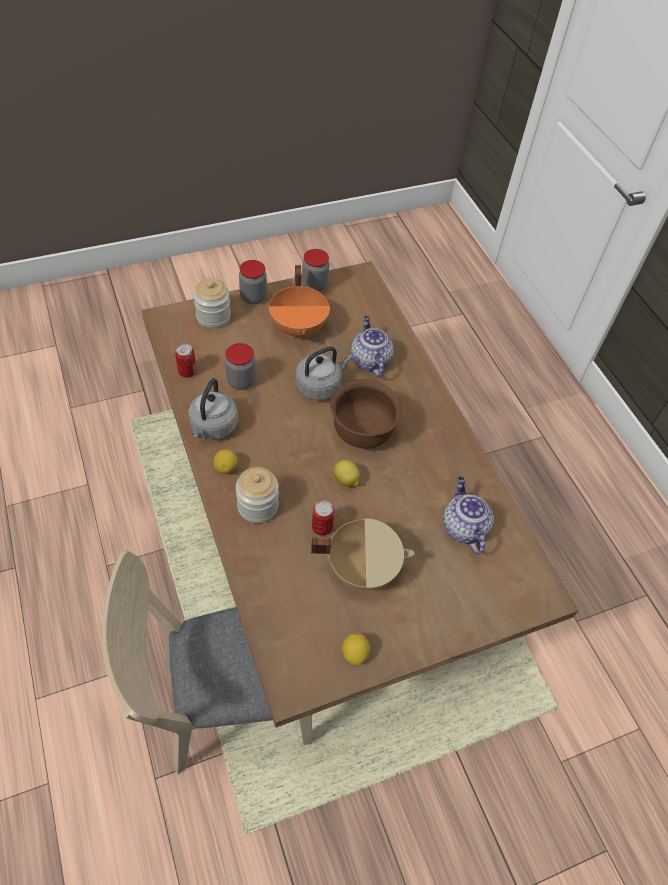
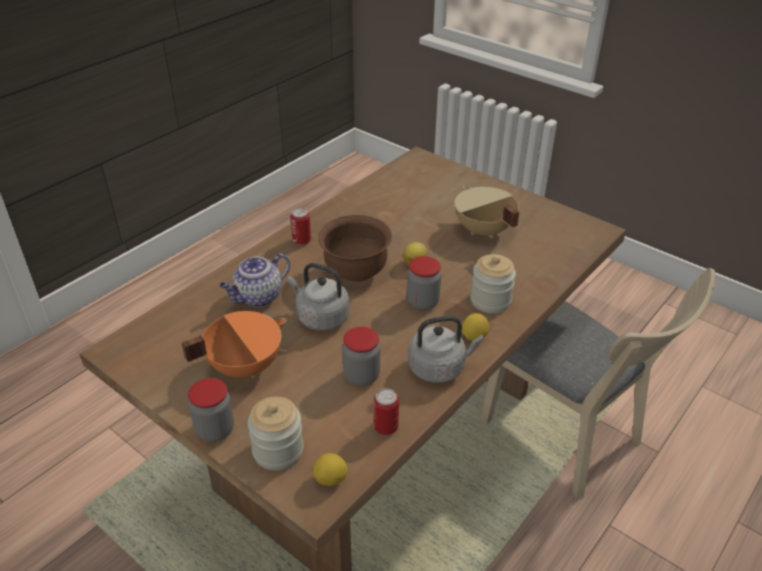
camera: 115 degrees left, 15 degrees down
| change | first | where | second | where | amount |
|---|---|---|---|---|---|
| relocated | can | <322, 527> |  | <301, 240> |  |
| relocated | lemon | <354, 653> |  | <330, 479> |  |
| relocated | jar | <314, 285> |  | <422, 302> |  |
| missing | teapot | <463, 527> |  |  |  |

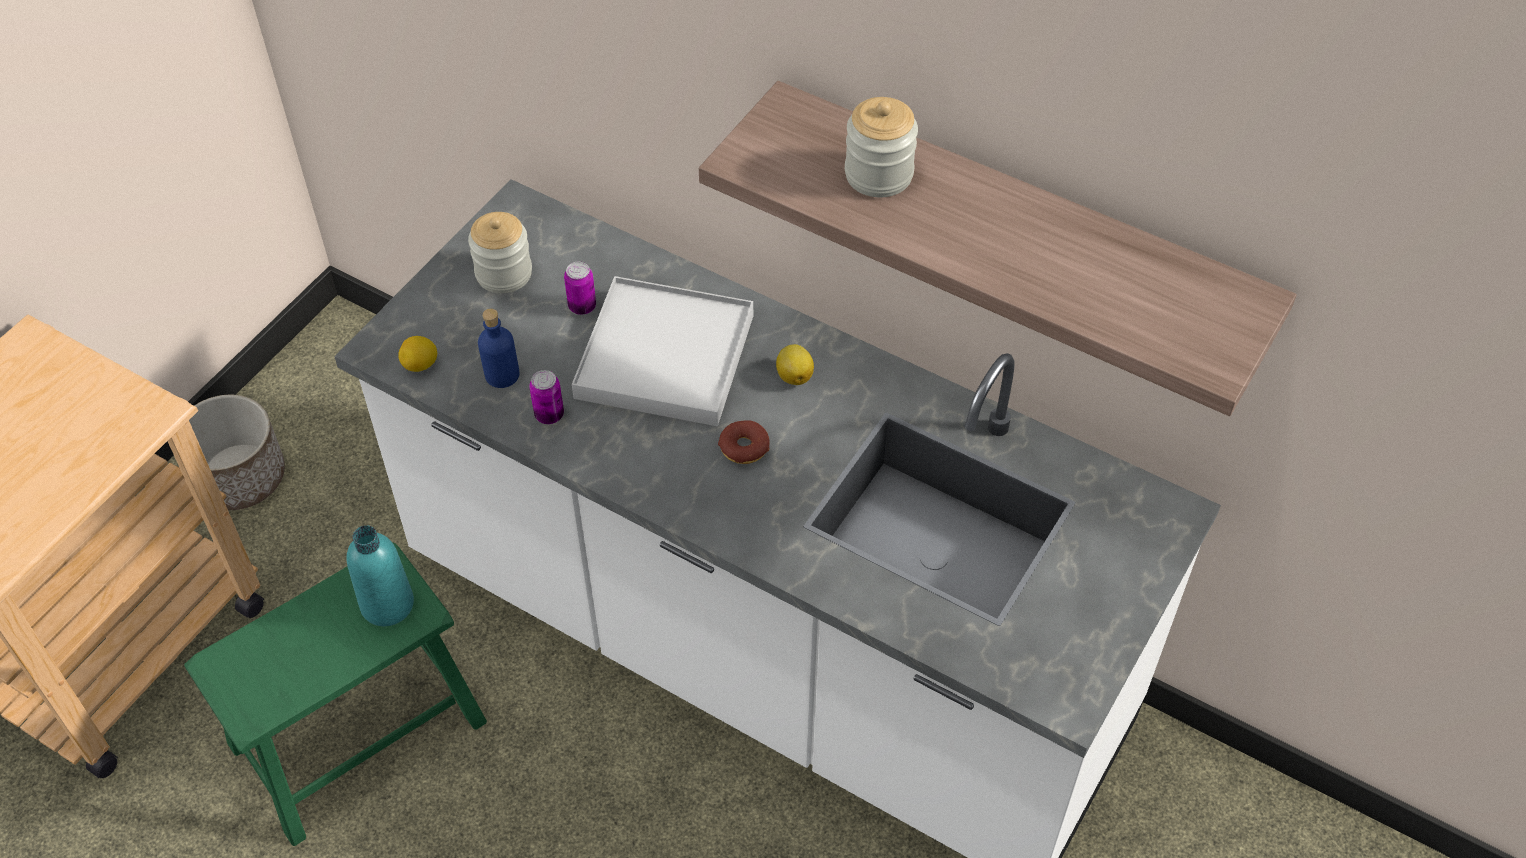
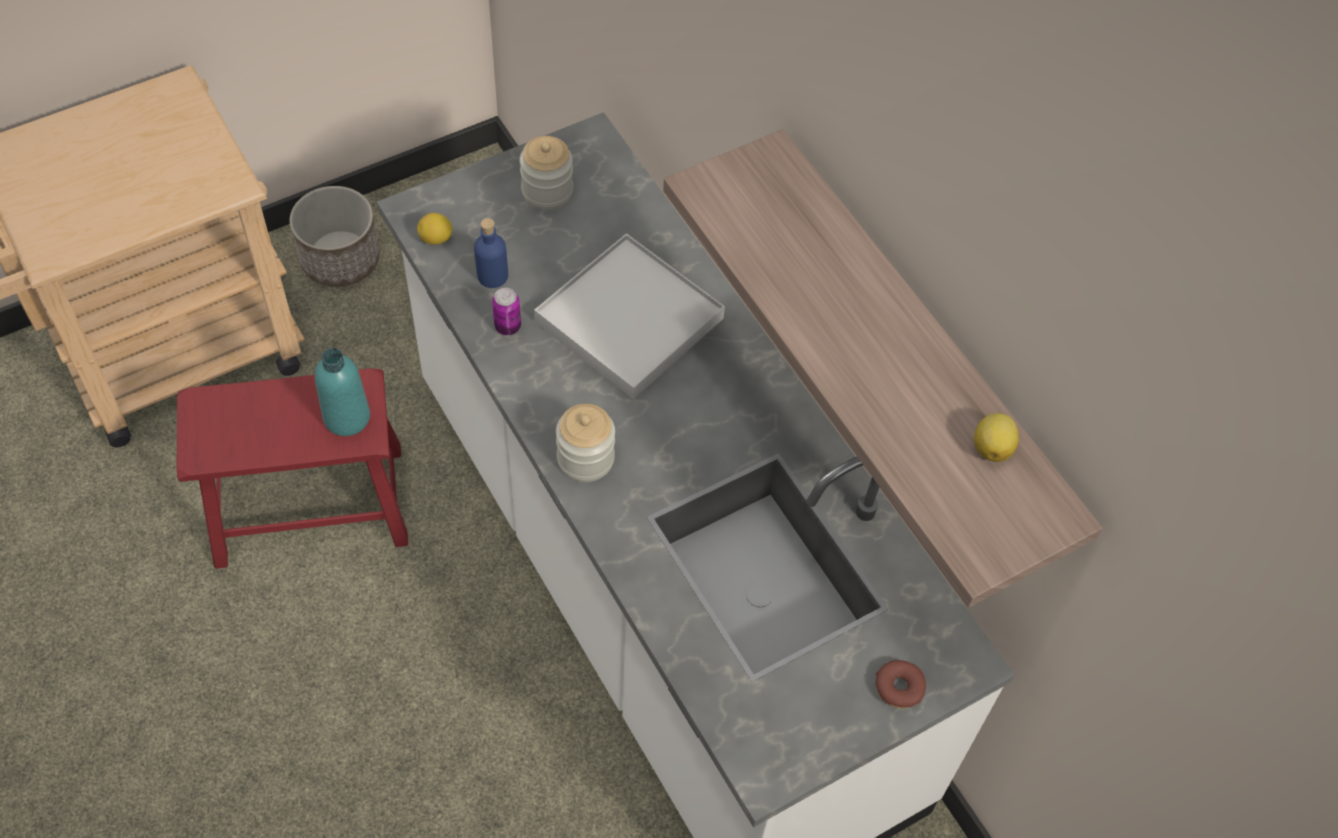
camera: 25 degrees right, 5 degrees up
| change | first | where | second | where | amount |
|---|---|---|---|---|---|
| colour | green stool | <357, 732> | red stool | <309, 504> |  |
| relocated | jar | <878, 174> |  | <585, 458> |  |
| relocated | donut | <744, 447> |  | <898, 687> |  |
| relocated | lemon | <794, 375> |  | <992, 447> |  |
| missing | can | <582, 306> |  |  |  |

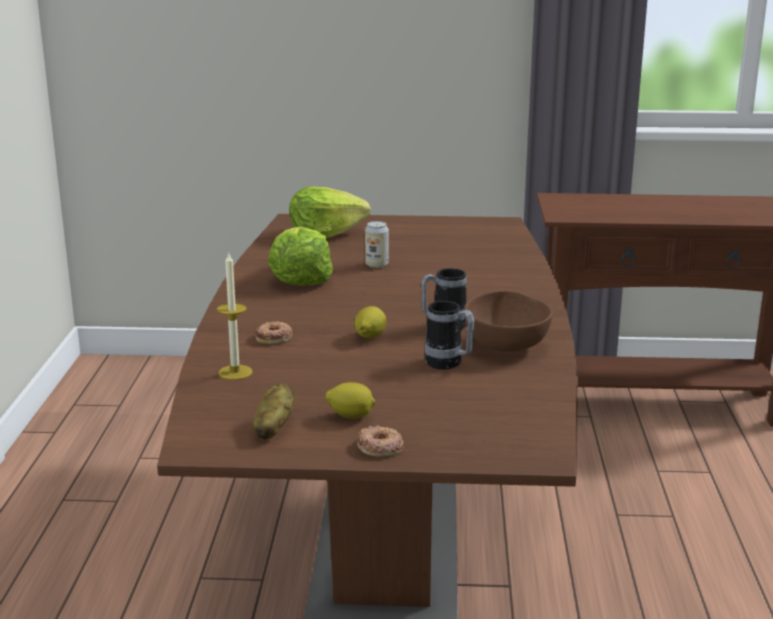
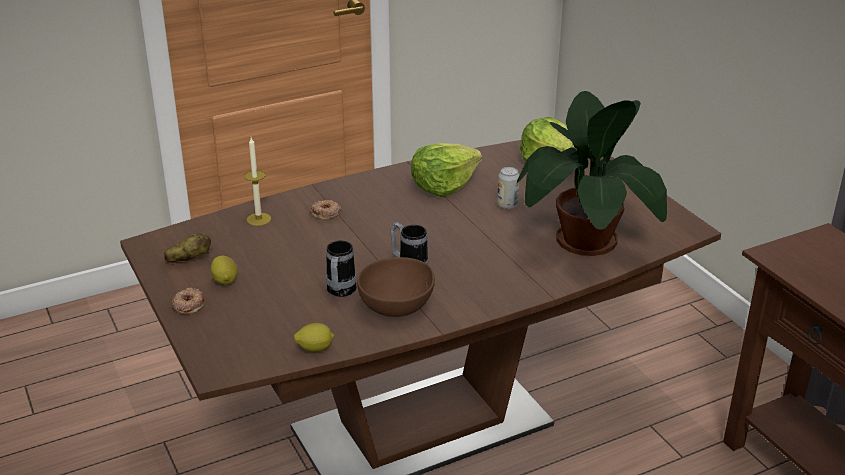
camera: 60 degrees right, 10 degrees up
| change | first | where | second | where | amount |
|---|---|---|---|---|---|
| relocated | lemon | <369, 337> |  | <315, 349> |  |
| appeared |  |  | potted plant | <586, 242> |  |

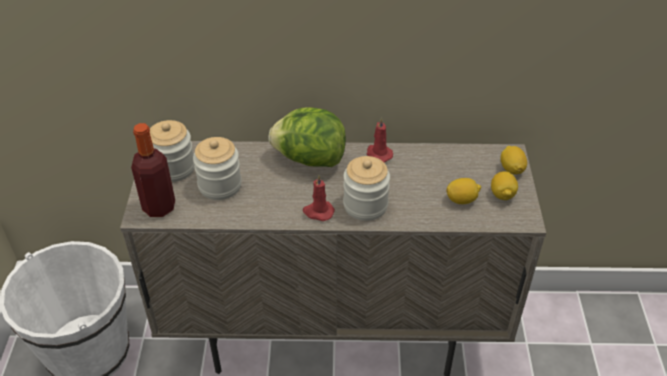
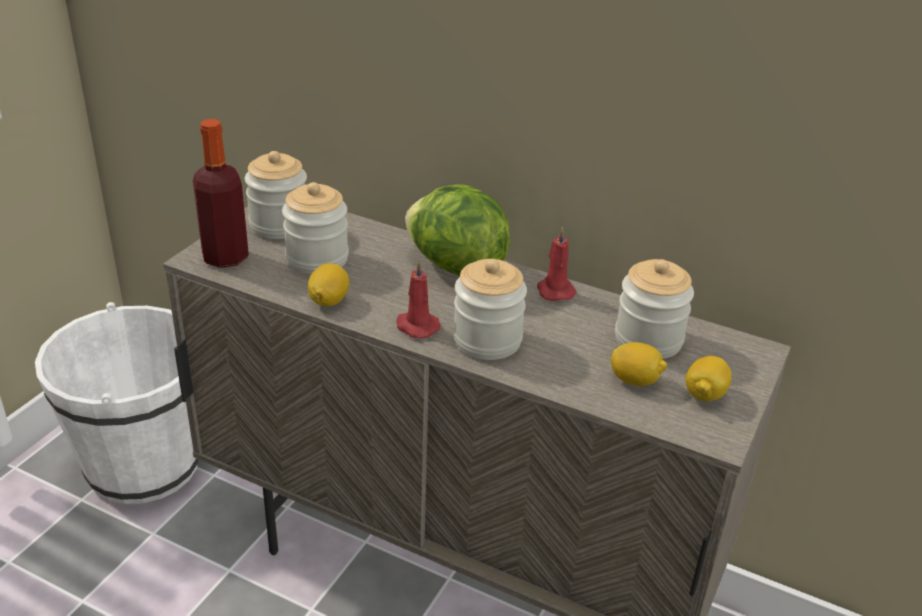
camera: 25 degrees right, 10 degrees down
| change | first | where | second | where | amount |
|---|---|---|---|---|---|
| relocated | lemon | <511, 169> |  | <329, 300> |  |
| appeared |  |  | jar | <648, 340> |  |

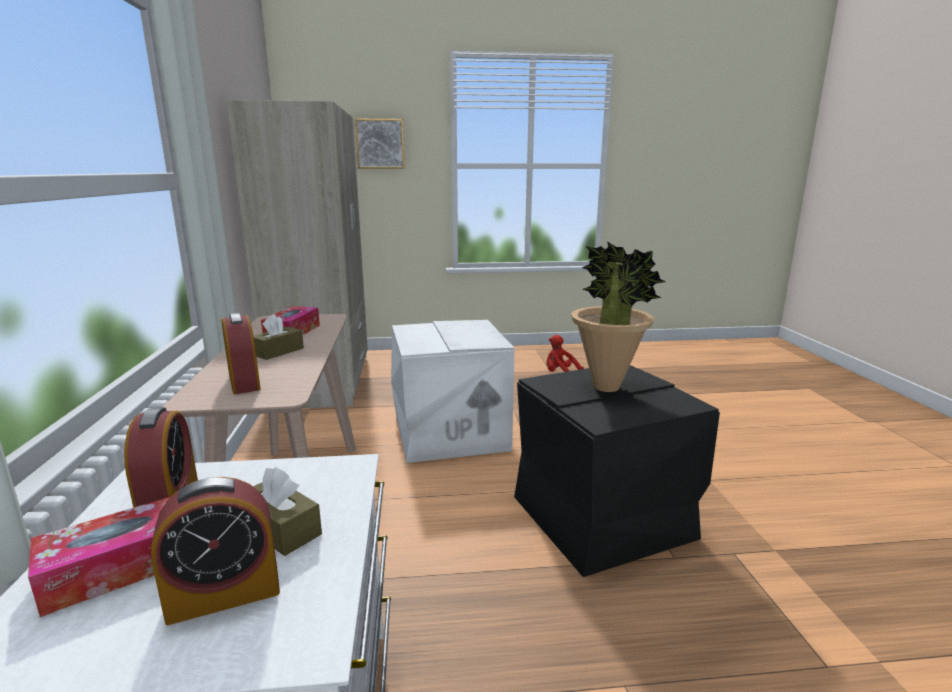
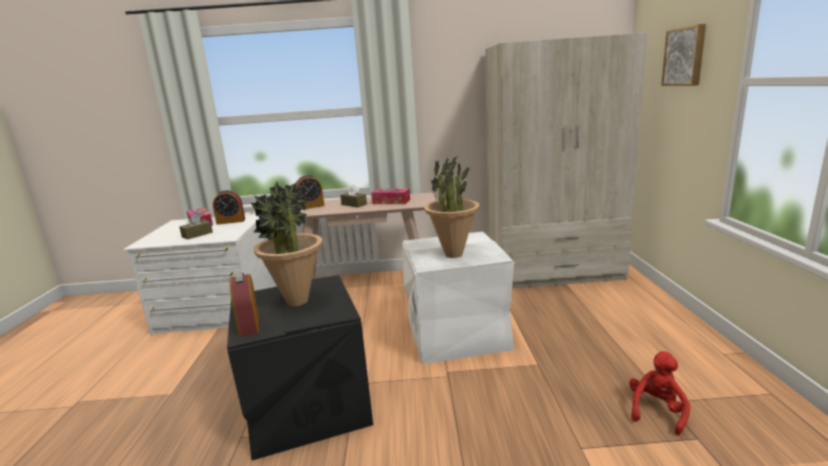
camera: 95 degrees right, 0 degrees up
| change | first | where | second | where | amount |
|---|---|---|---|---|---|
| relocated | alarm clock | <224, 594> |  | <249, 324> |  |
| appeared |  |  | potted plant | <453, 254> |  |

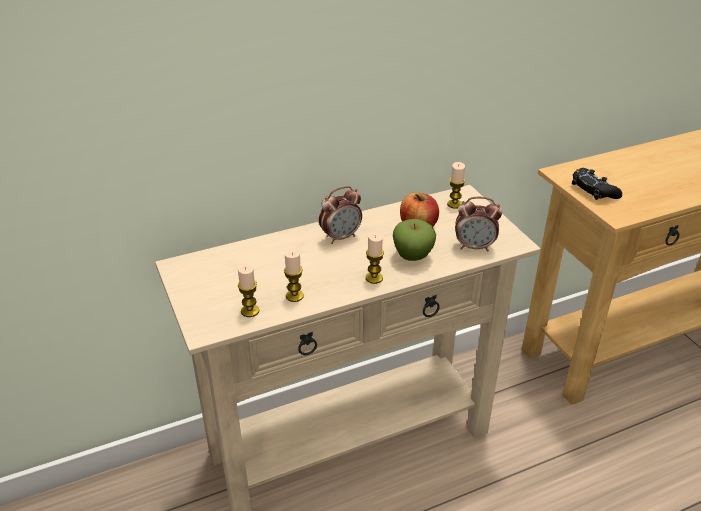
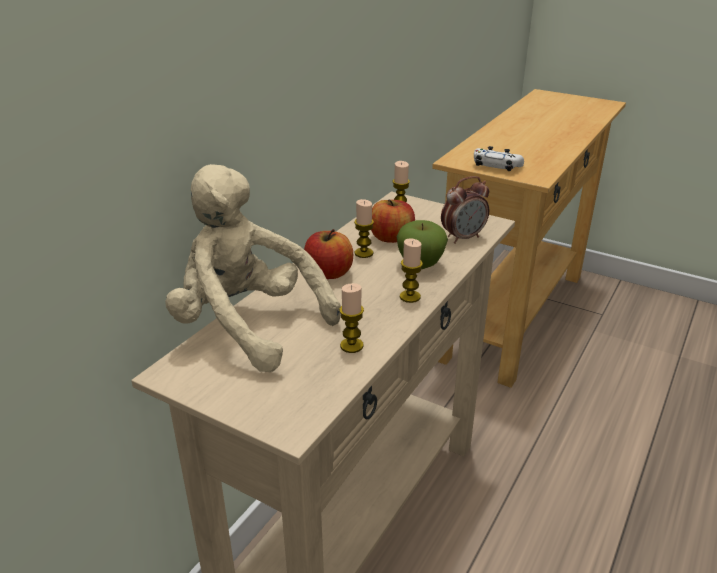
camera: 35 degrees left, 5 degrees down
| change | first | where | second | where | amount |
|---|---|---|---|---|---|
| appeared |  |  | beige plush toy | <247, 325> |  |
| exchanged | alarm clock | <341, 237> | apple | <329, 273> |  |
| relocated | candle | <250, 311> |  | <363, 253> |  |
| colour | black game controller | <594, 190> | white game controller | <496, 166> |  |

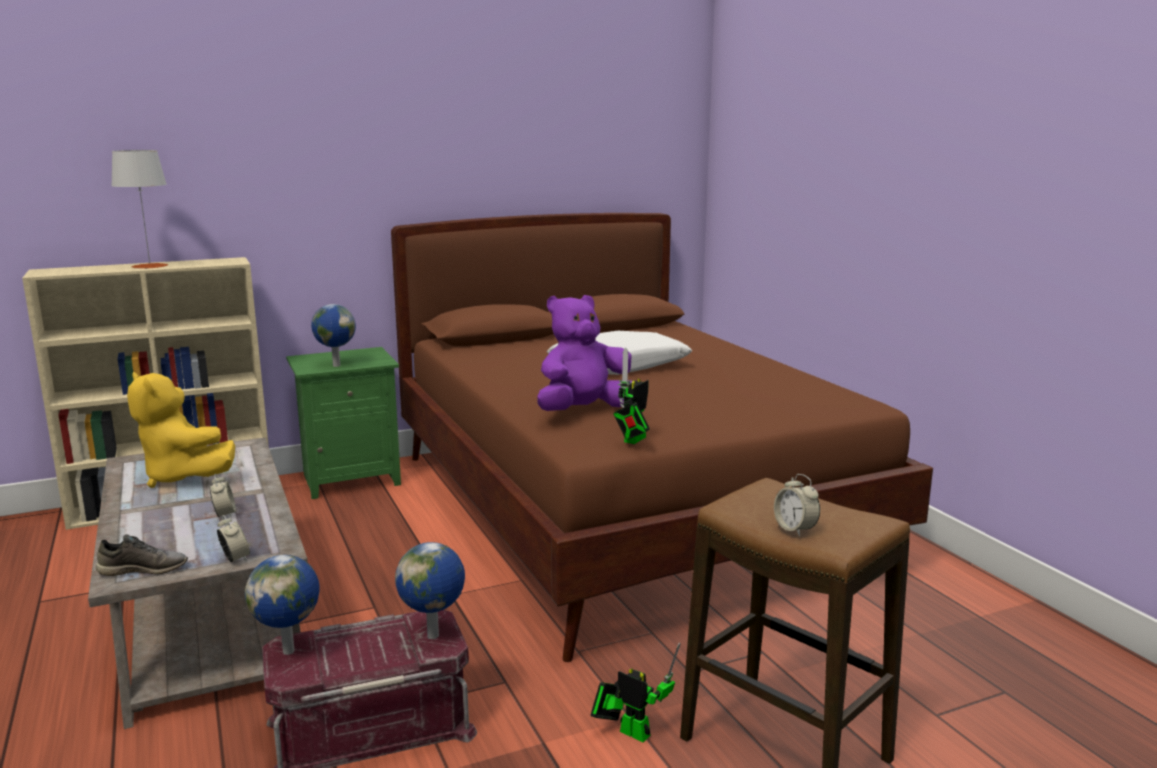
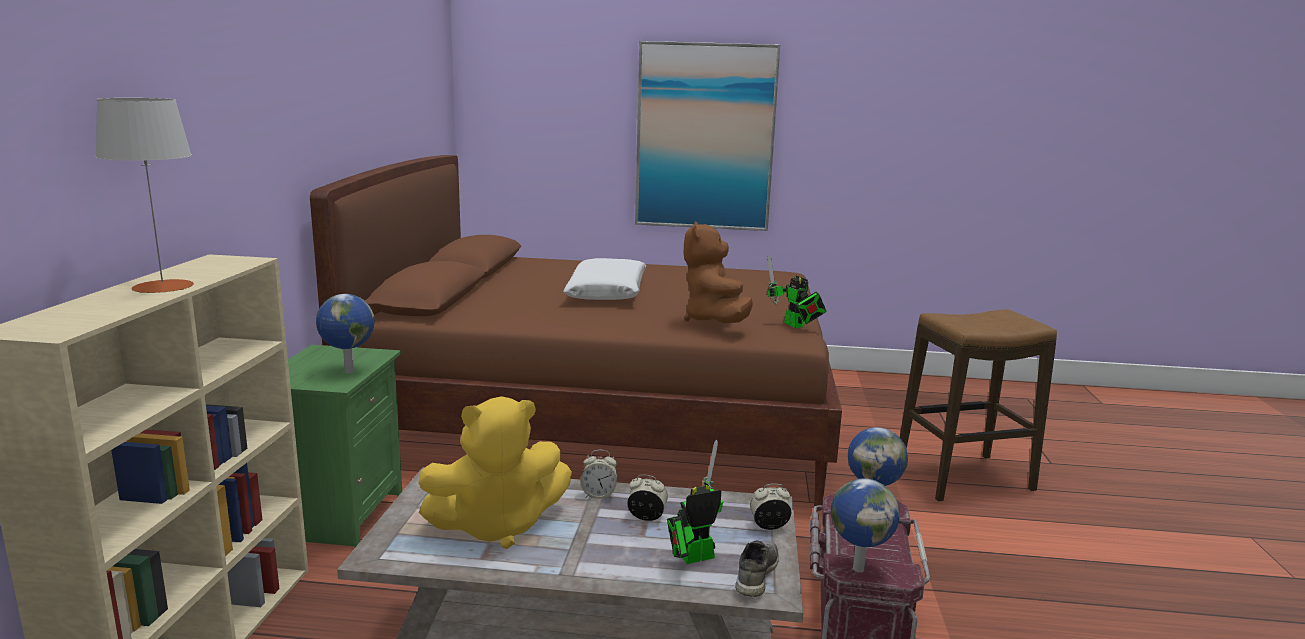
camera: 60 degrees left, 0 degrees up
| change | first | where | second | where | amount |
|---|---|---|---|---|---|
| relocated | alarm clock | <795, 529> |  | <599, 495> |  |
| appeared |  |  | picture | <705, 137> |  |
| relocated | toy robot | <630, 731> |  | <692, 558> |  |
| colour | purple plush toy | <583, 411> | brown plush toy | <715, 321> |  |

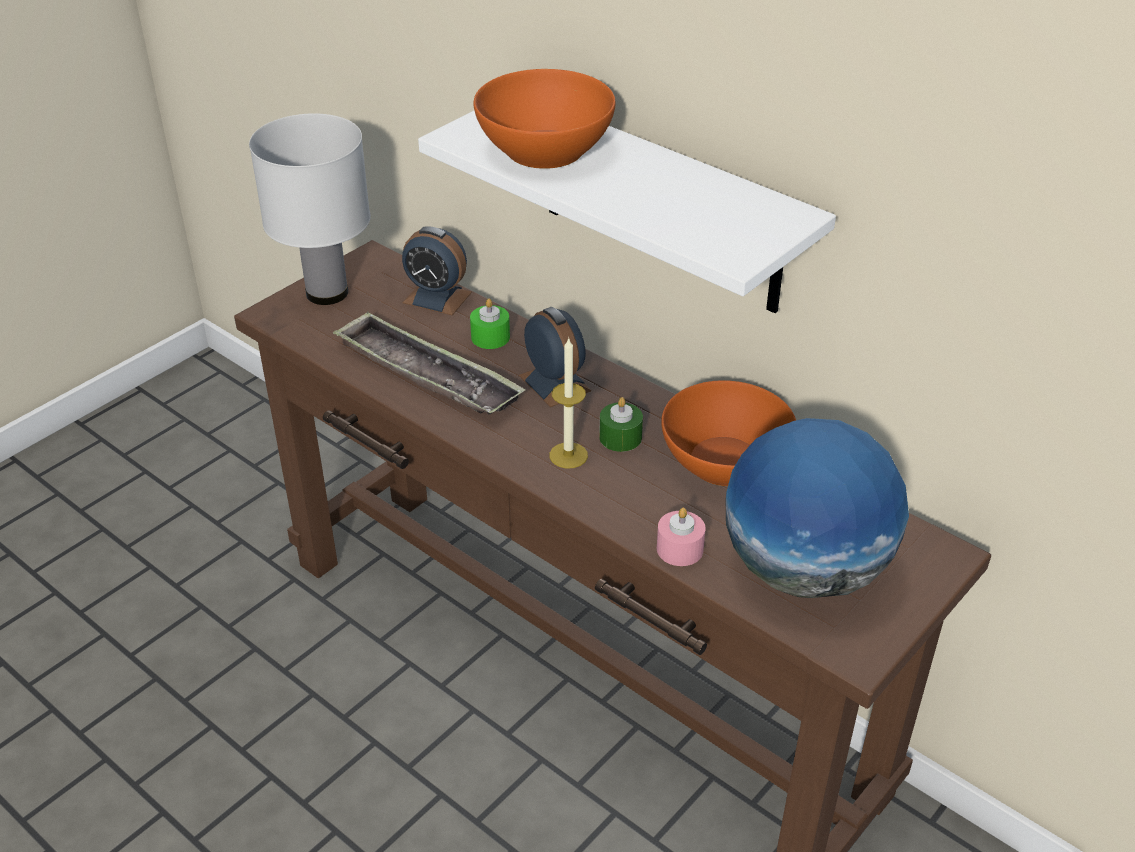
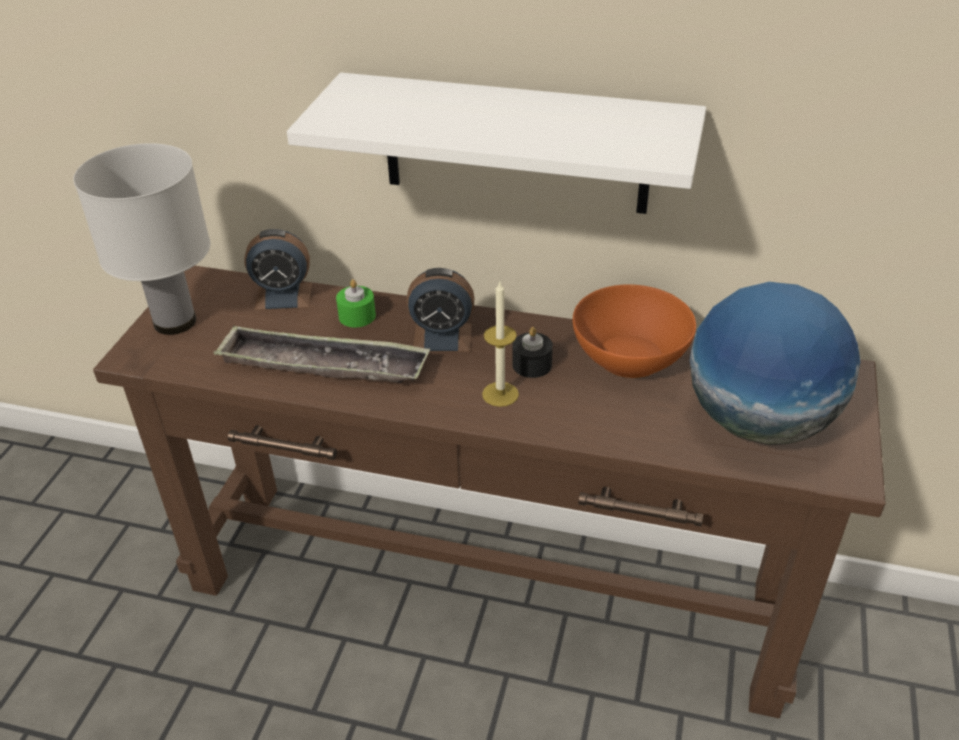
camera: 25 degrees left, 0 degrees up
| change | first | where | second | where | amount |
|---|---|---|---|---|---|
| spun | alarm clock | <554, 383> |  | <442, 337> | 150 degrees clockwise |
| colour | green candle | <620, 437> | black candle | <532, 365> |  |
| missing | orange bowl | <544, 150> |  |  |  |
| missing | pink candle | <680, 549> |  |  |  |

